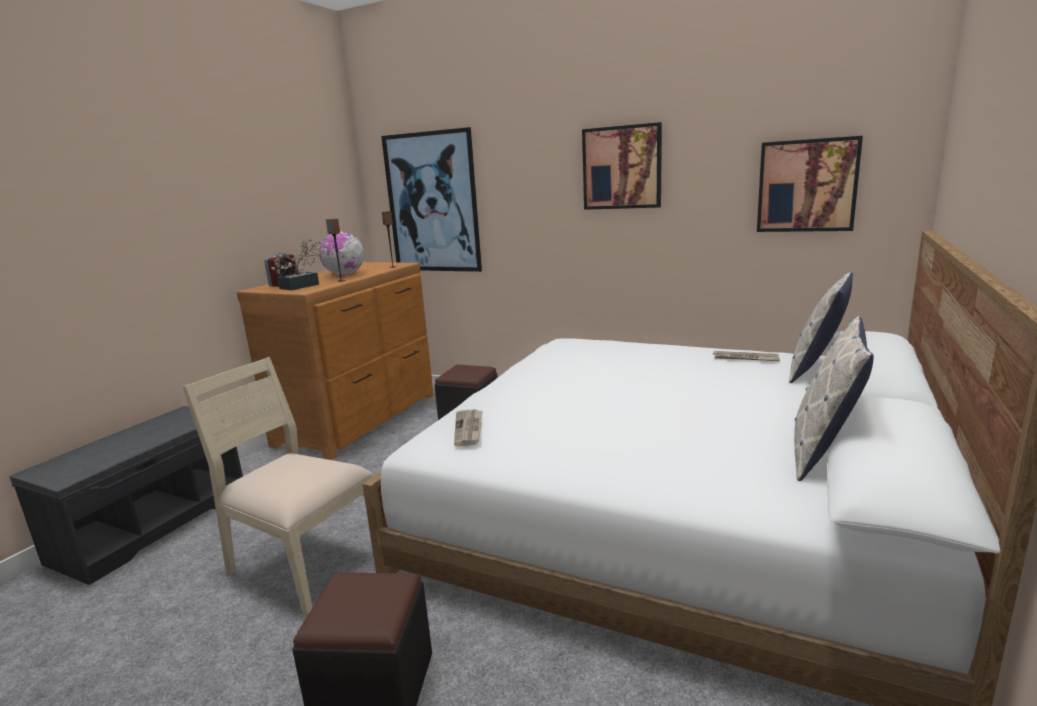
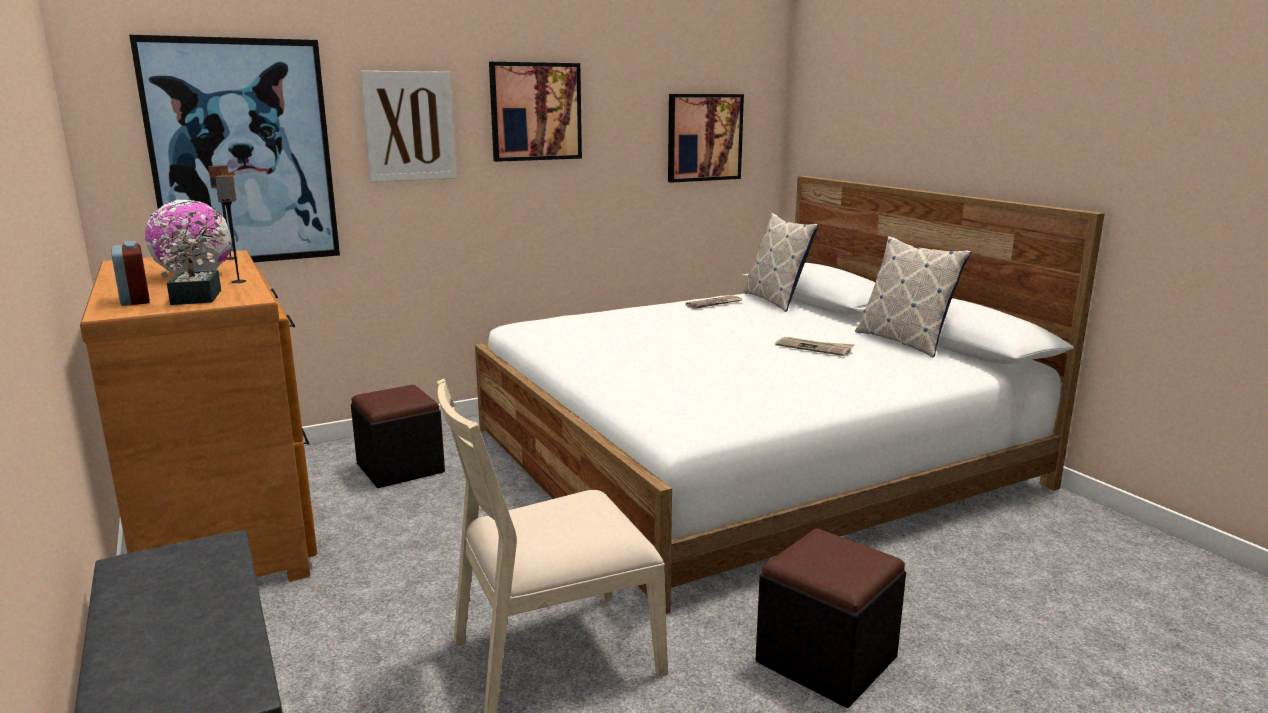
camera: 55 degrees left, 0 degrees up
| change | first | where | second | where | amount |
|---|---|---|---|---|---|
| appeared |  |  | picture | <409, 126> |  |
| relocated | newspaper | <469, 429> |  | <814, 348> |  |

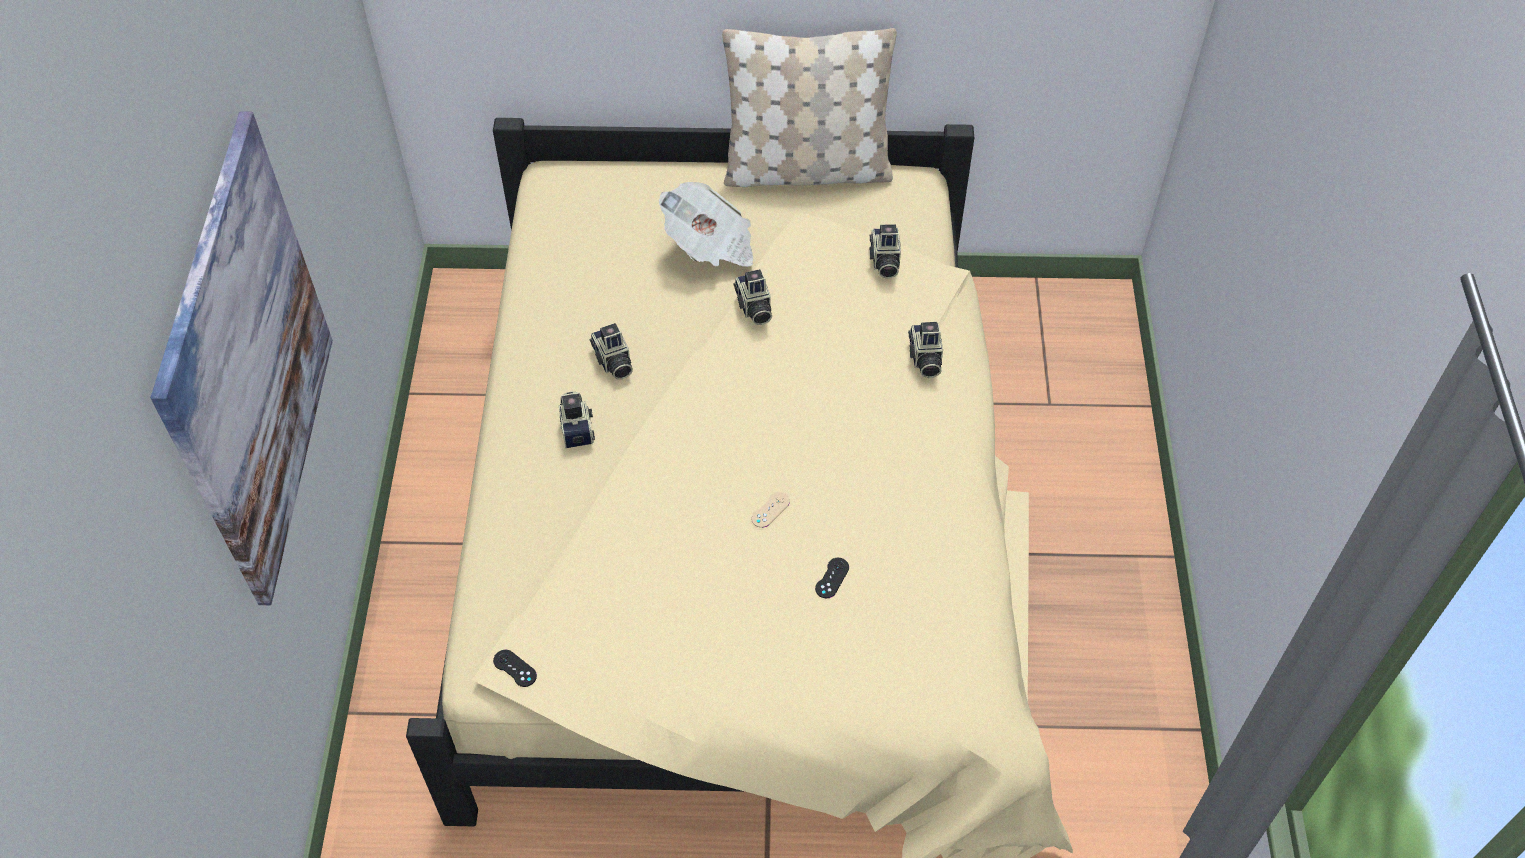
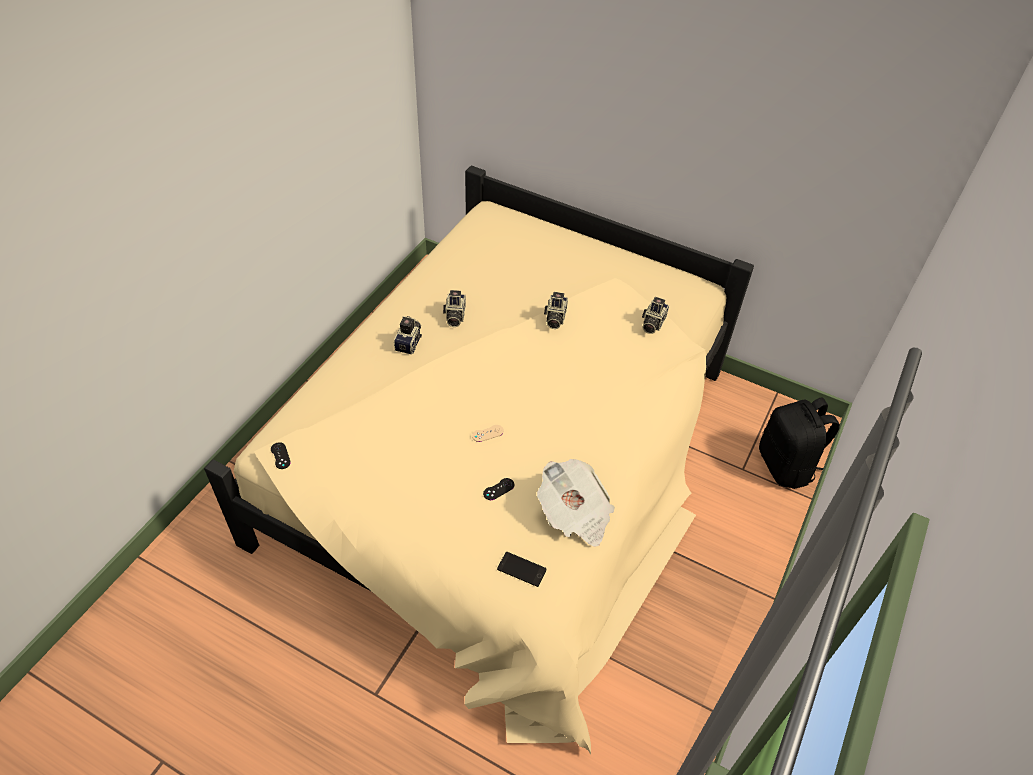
camera: 25 degrees right, 5 degrees down
| change | first | where | second | where | amount |
|---|---|---|---|---|---|
| appeared |  |  | phone | <521, 569> |  |
| relocated | newspaper | <710, 245> |  | <575, 514> |  |
| appeared |  |  | black backpack | <786, 466> |  |
| missing | picture | <248, 364> |  |  |  |
| missing | beige pillow | <806, 169> |  |  |  |
| missing | photo camera | <924, 359> |  |  |  |

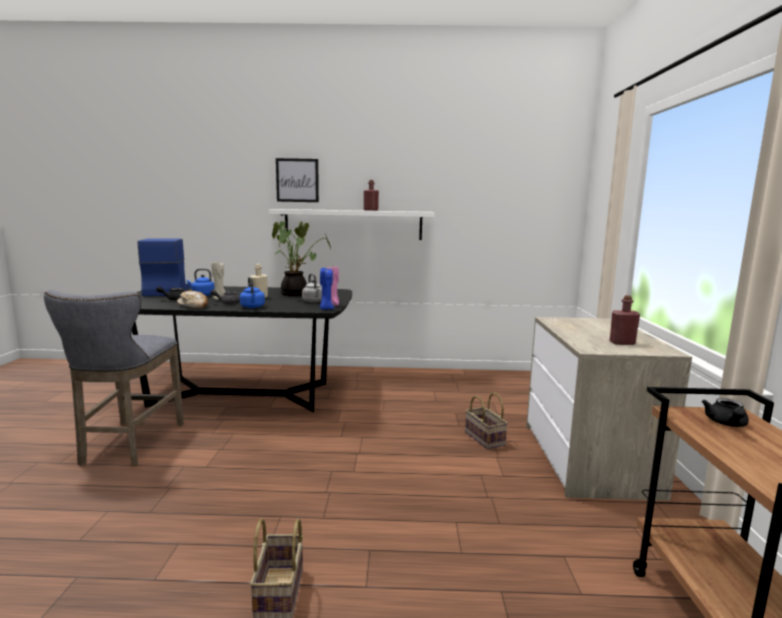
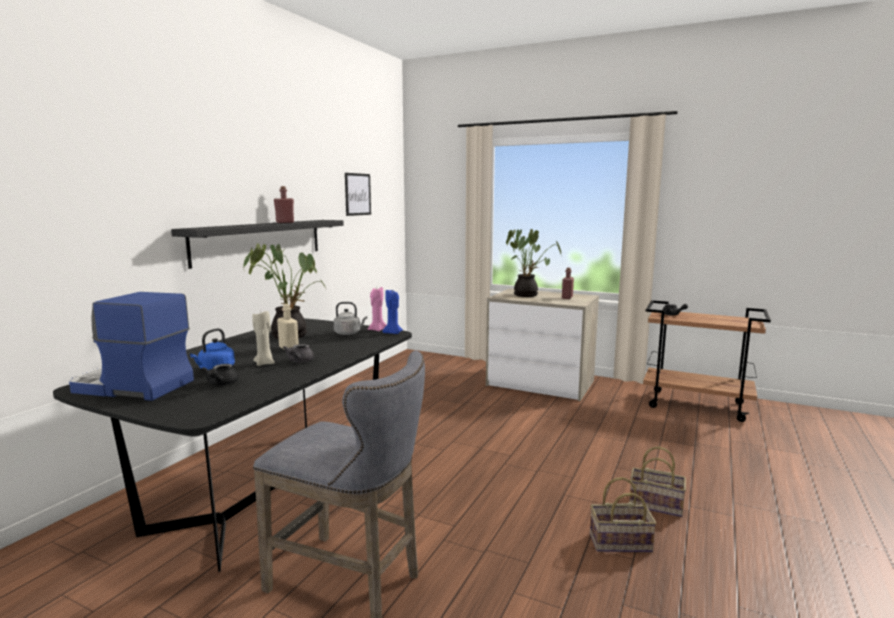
camera: 65 degrees left, 0 degrees up
| change | first | where | second | where | amount |
|---|---|---|---|---|---|
| colour | white shelf | <353, 224> | black shelf | <260, 241> |  |
| relocated | picture | <297, 180> |  | <357, 194> |  |
| appeared |  |  | potted plant | <527, 295> |  |
| relocated | basket | <483, 438> |  | <619, 543> |  |
| missing | bread | <194, 306> |  |  |  |
| missing | blue kettle | <252, 307> |  |  |  |

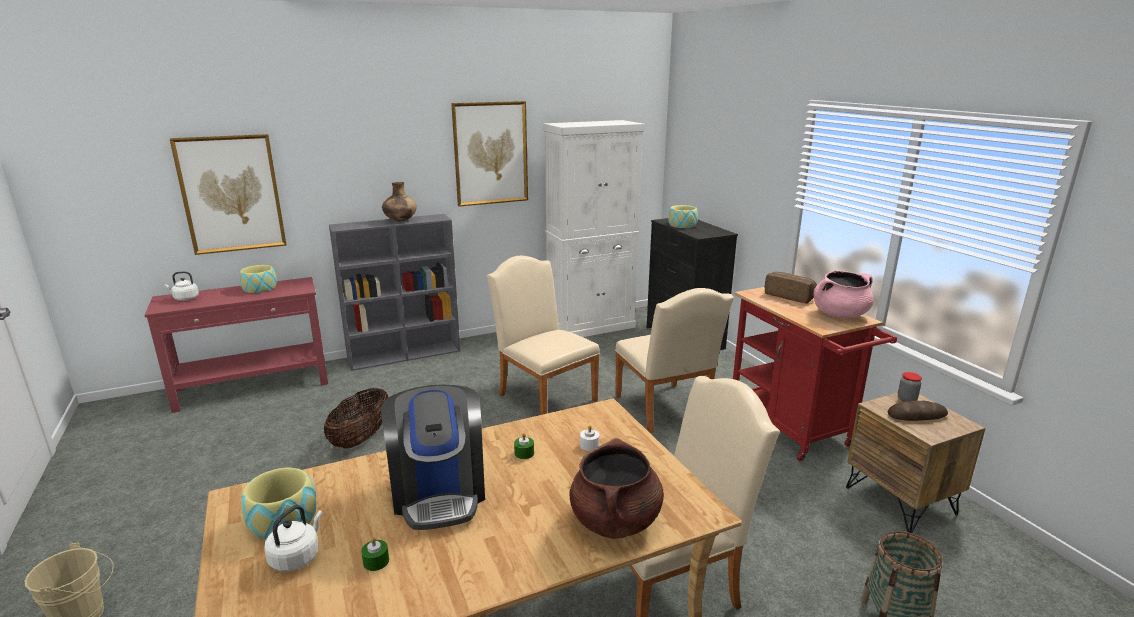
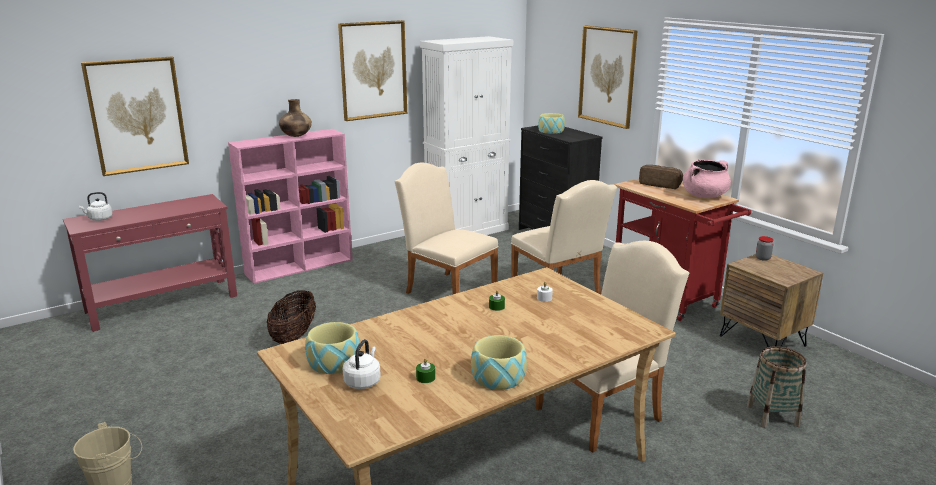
camera: 10 degrees left, 0 degrees up
| change | first | where | second | where | amount |
|---|---|---|---|---|---|
| colour | grey bookcase | <405, 354> | pink bookcase | <300, 266> |  |
| relocated | bowl | <260, 288> |  | <498, 376> |  |
| appeared |  |  | picture | <607, 76> |  |
| missing | coffee machine | <439, 492> |  |  |  |
| missing | brown cooking pot | <615, 521> |  |  |  |
| missing | bread | <916, 415> |  |  |  |

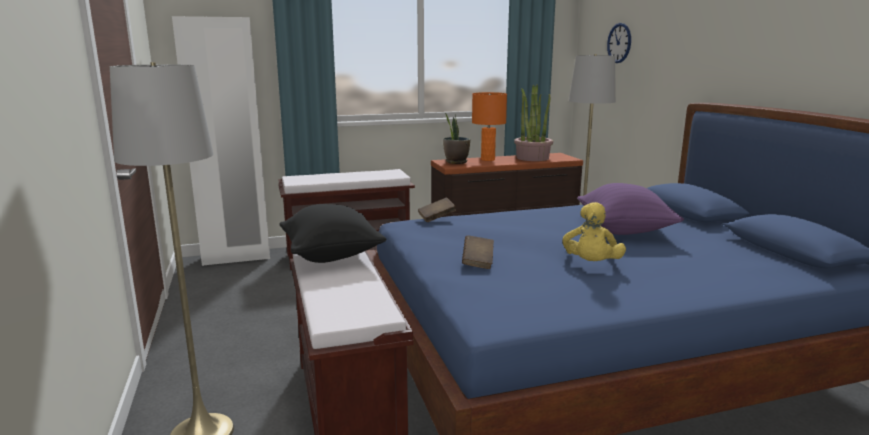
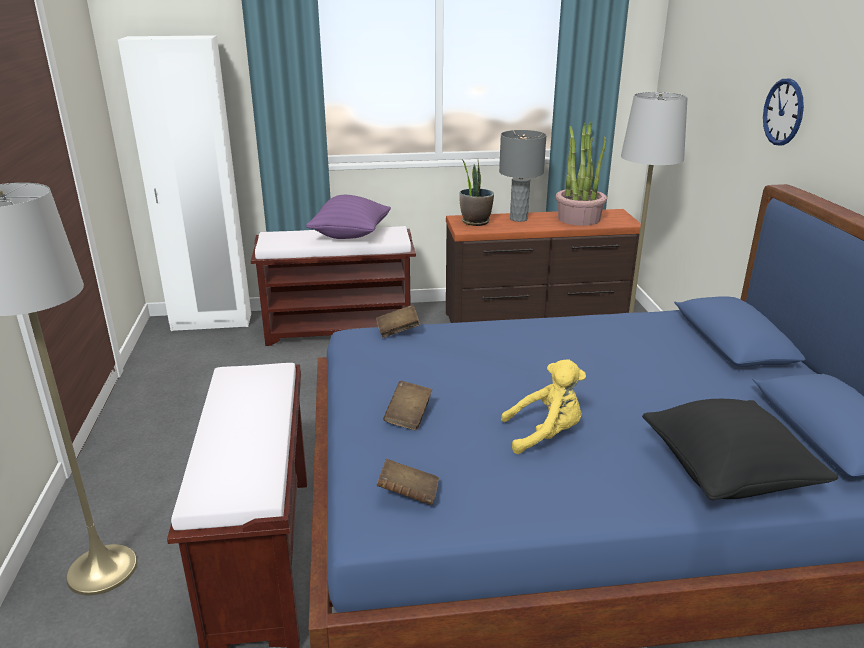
camera: 10 degrees right, 10 degrees up
| change | first | where | second | where | amount |
|---|---|---|---|---|---|
| relocated | purple pillow | <624, 230> |  | <350, 235> |  |
| appeared |  |  | brown book | <408, 494> |  |
| colour | orange table lamp | <487, 159> | grey table lamp | <518, 218> |  |
| spun | yellow plush toy | <591, 265> |  | <545, 434> | 120 degrees counterclockwise |
| relocated | black pillow | <331, 256> |  | <727, 476> |  |
| relocated | wall clock | <619, 43> |  | <783, 112> |  |

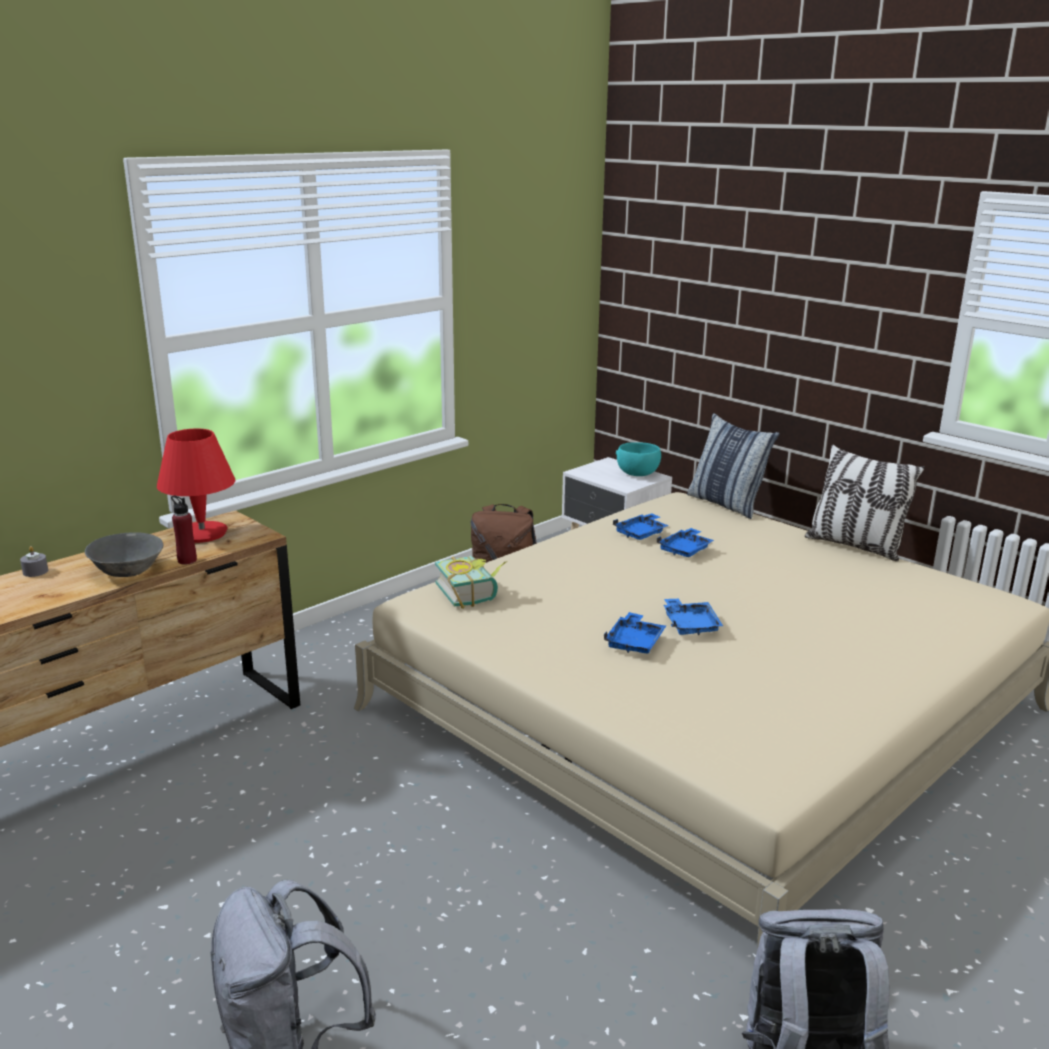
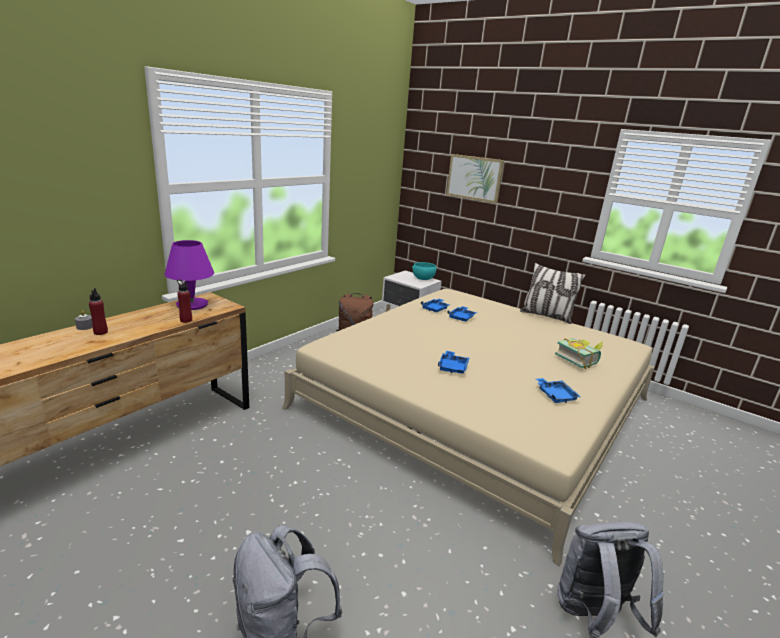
camera: 10 degrees left, 0 degrees up
| change | first | where | second | where | amount |
|---|---|---|---|---|---|
| appeared |  |  | red bottle | <100, 332> |  |
| colour | red table lamp | <201, 533> | purple table lamp | <192, 305> |  |
| appeared |  |  | picture | <474, 178> |  |
| relocated | blue tray | <690, 625> |  | <555, 395> |  |
| relocated | book | <472, 593> |  | <578, 359> |  |
| missing | grey bowl | <126, 571> |  |  |  |
| missing | pillow | <726, 504> |  |  |  |

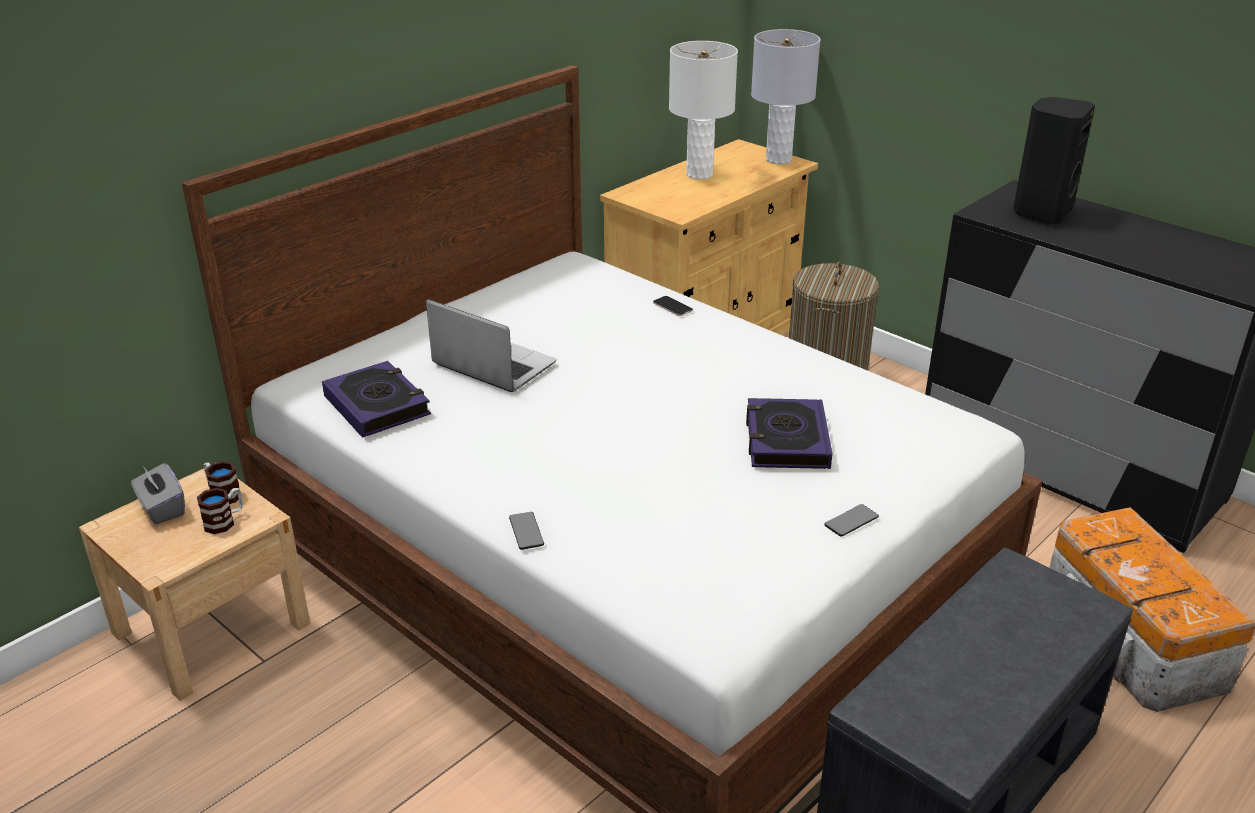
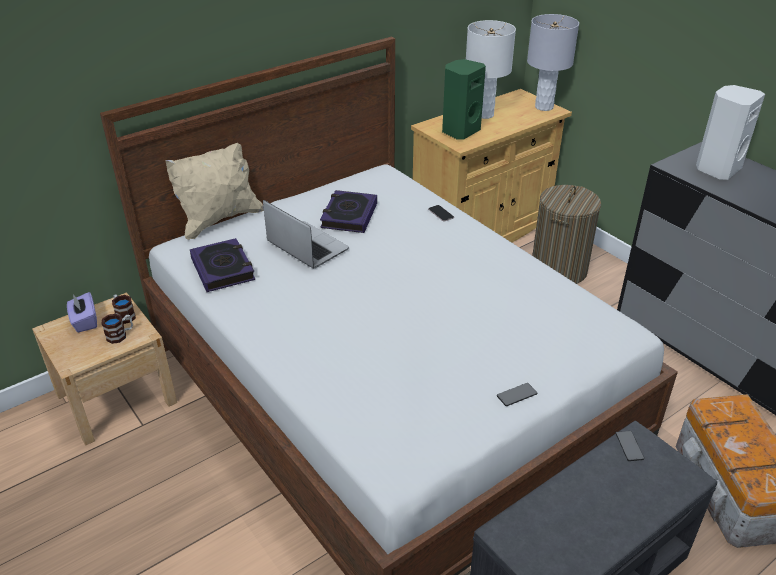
camera: 10 degrees right, 5 degrees up
| change | first | where | second | where | amount |
|---|---|---|---|---|---|
| colour | grey tissue box | <162, 509> | purple tissue box | <85, 321> |  |
| appeared |  |  | beige pillow | <219, 220> |  |
| relocated | book | <786, 440> |  | <349, 216> |  |
| appeared |  |  | green speaker | <459, 131> |  |
| relocated | phone | <526, 531> |  | <629, 446> |  |
| colour | black speaker | <1041, 212> | white speaker | <717, 169> |  |

